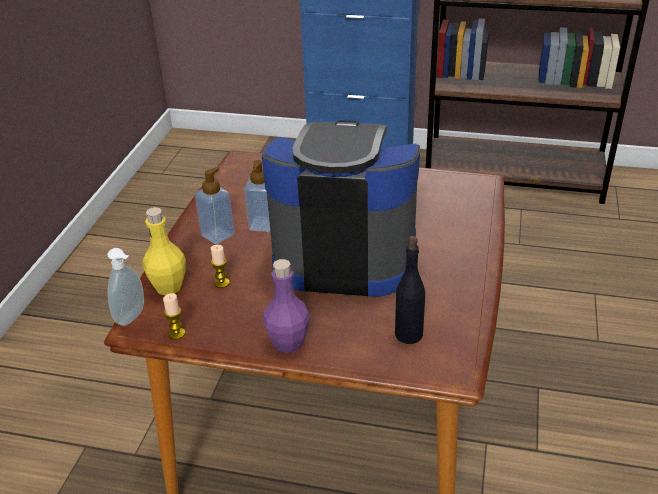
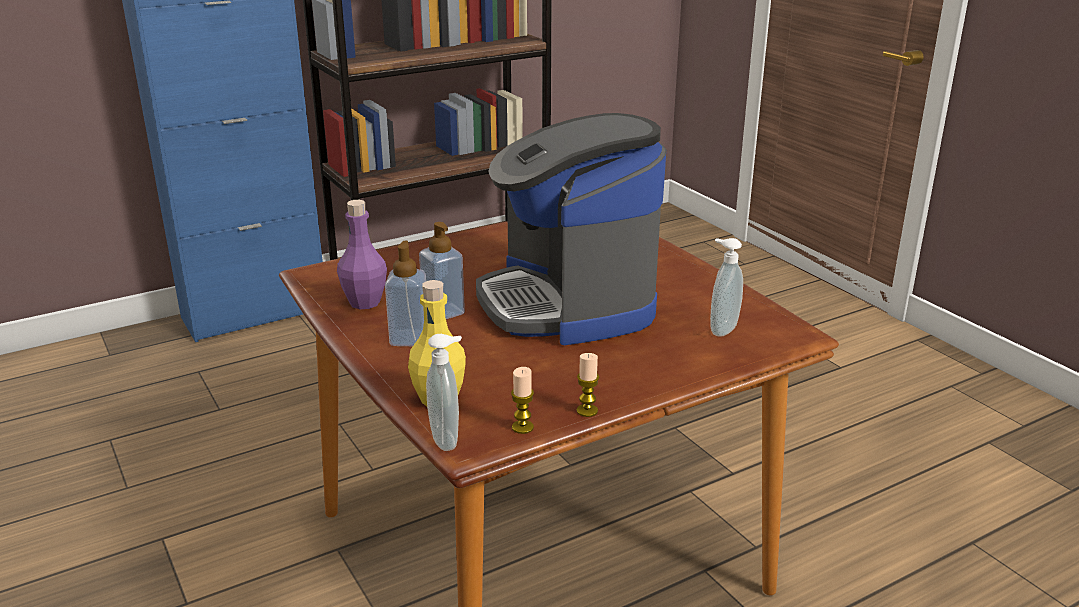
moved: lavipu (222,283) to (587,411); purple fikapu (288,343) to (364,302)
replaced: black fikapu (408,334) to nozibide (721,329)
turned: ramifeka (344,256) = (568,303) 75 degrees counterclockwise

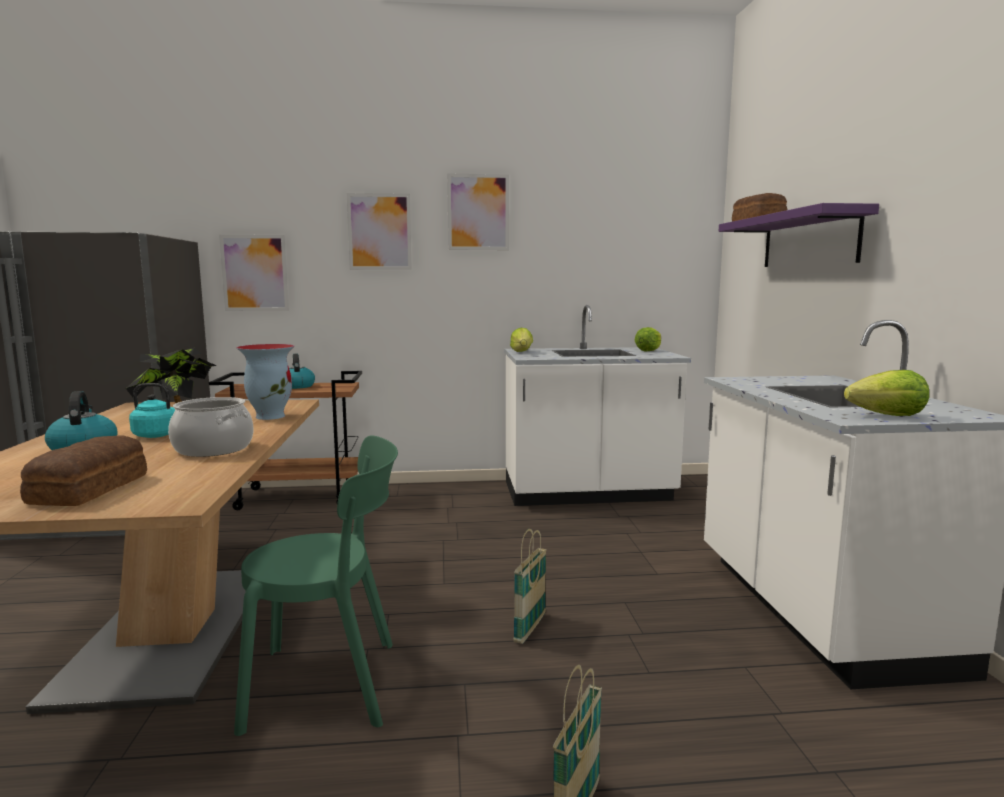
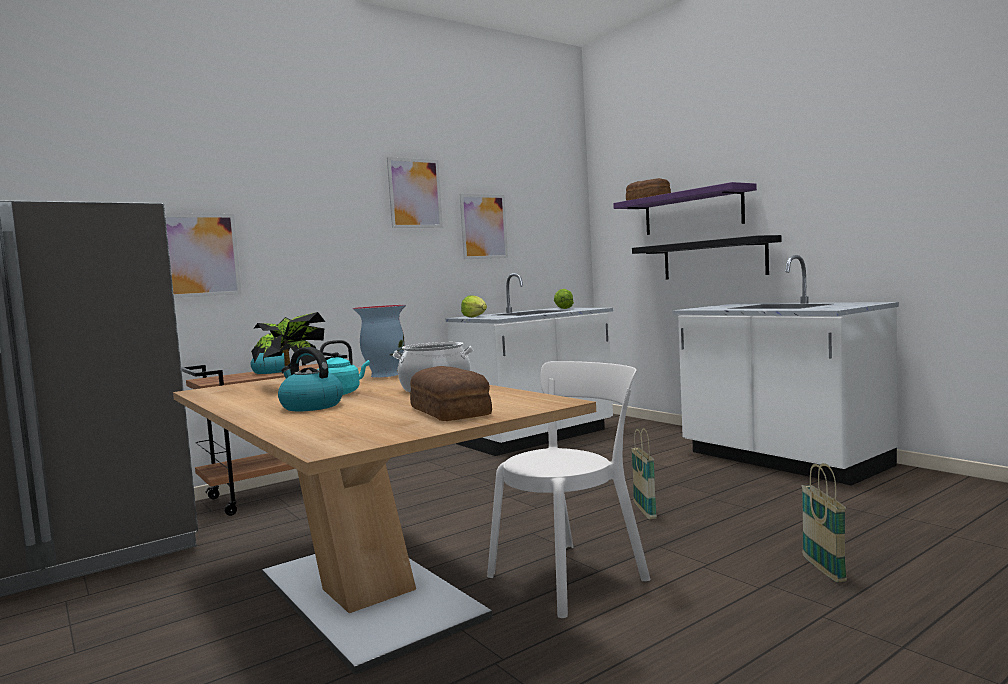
removed: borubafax (888,416)
added: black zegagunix (713,259)
moved: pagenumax (379,232) to (483,226)
recoloured: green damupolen (331,684) to white damupolen (572,575)

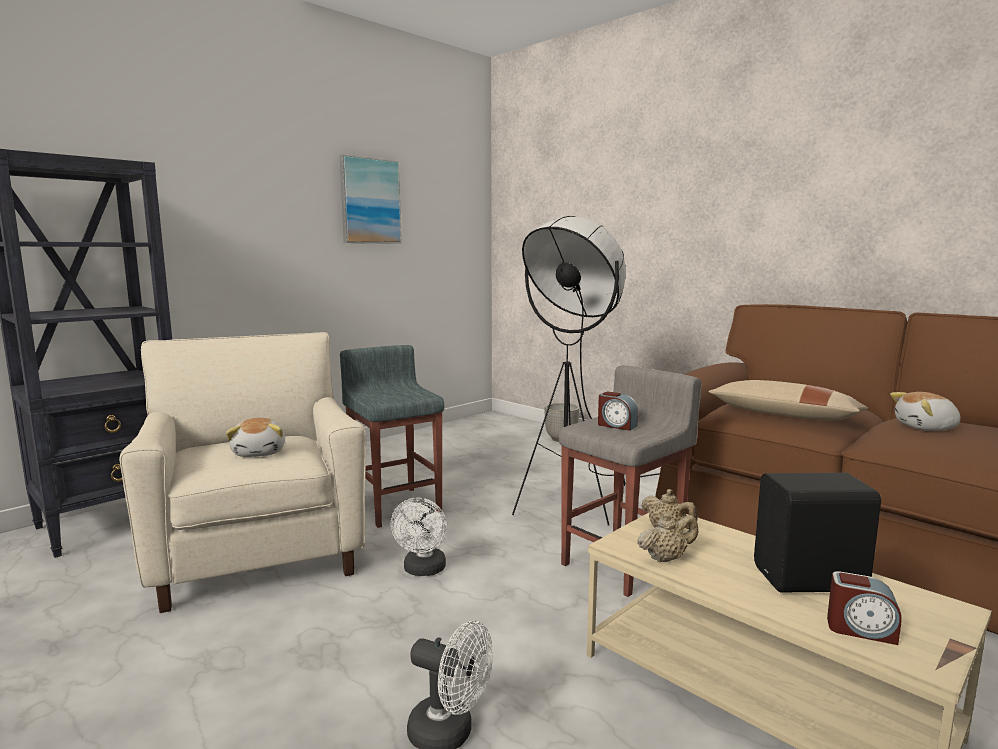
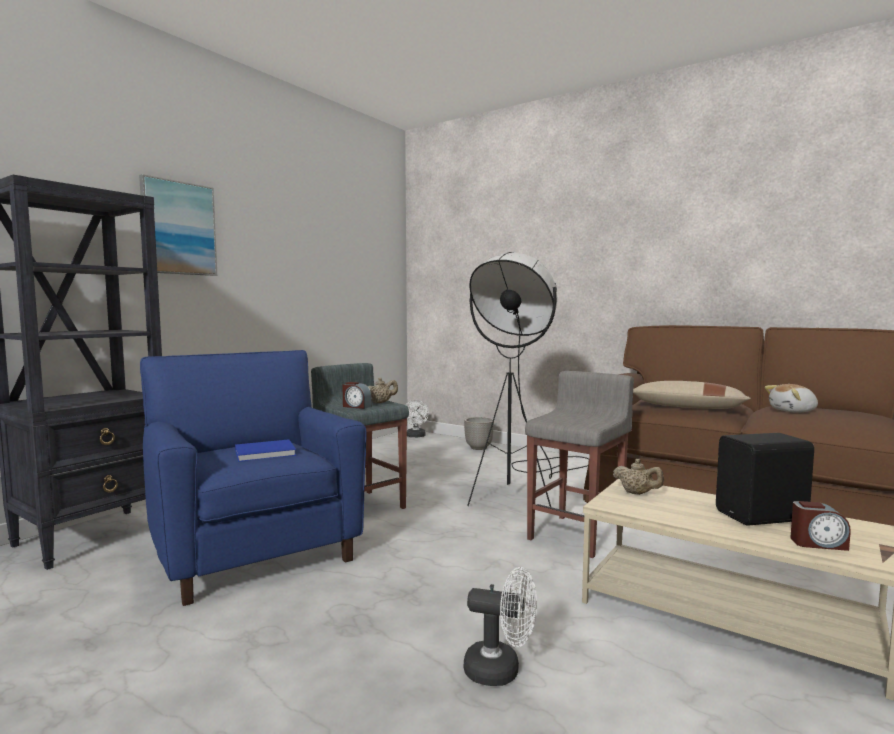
moved: pagenumax (370,201) to (178,228); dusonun (616,425) to (356,406); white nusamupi (423,570) to (416,436); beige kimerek (666,558) to (381,402)
replaced: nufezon (260,452) to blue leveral (267,453)
recoloured: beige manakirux (259,553) to blue manakirux (254,550)

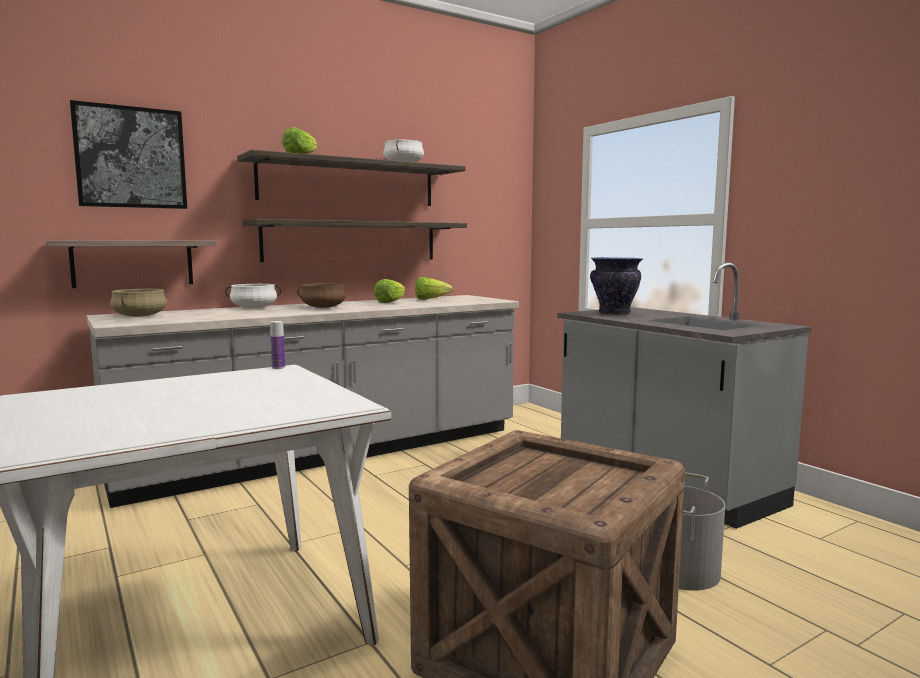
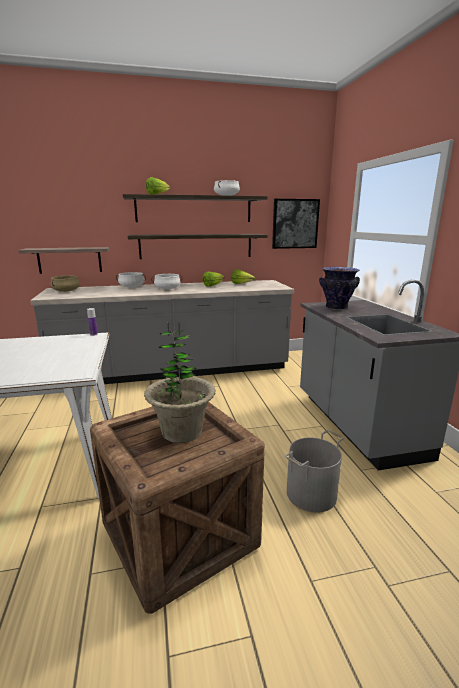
added: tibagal (182,431)
moved: pagenumax (130,158) to (295,224)
recoloured: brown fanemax (323,307) to white fanemax (167,288)

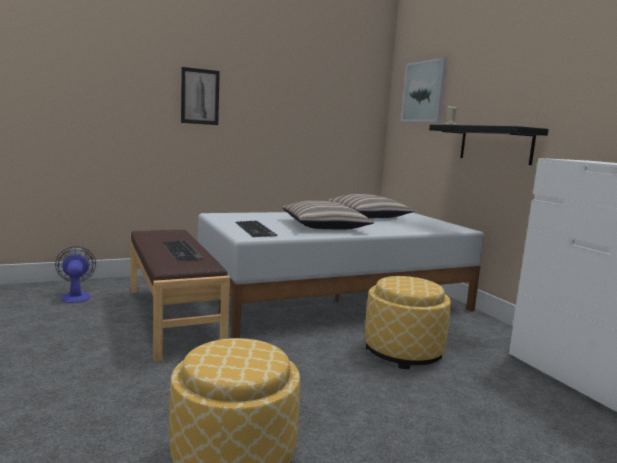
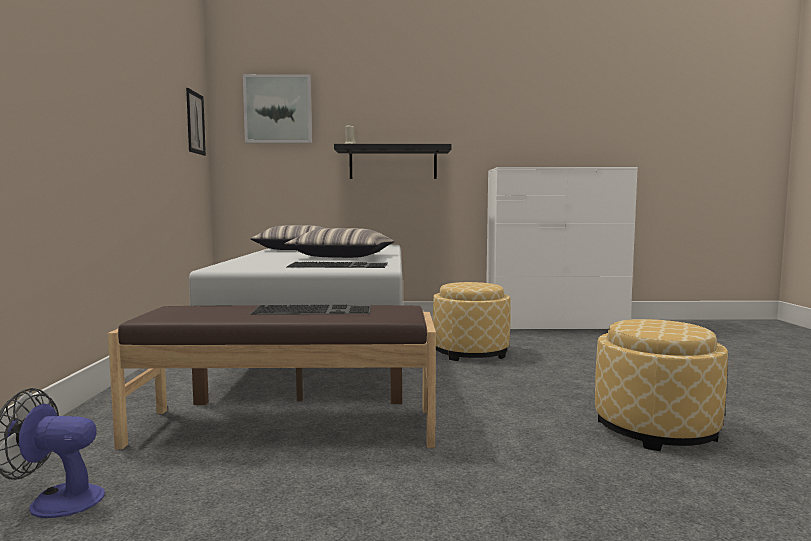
moved: pagenumax (200,96) to (195,123)

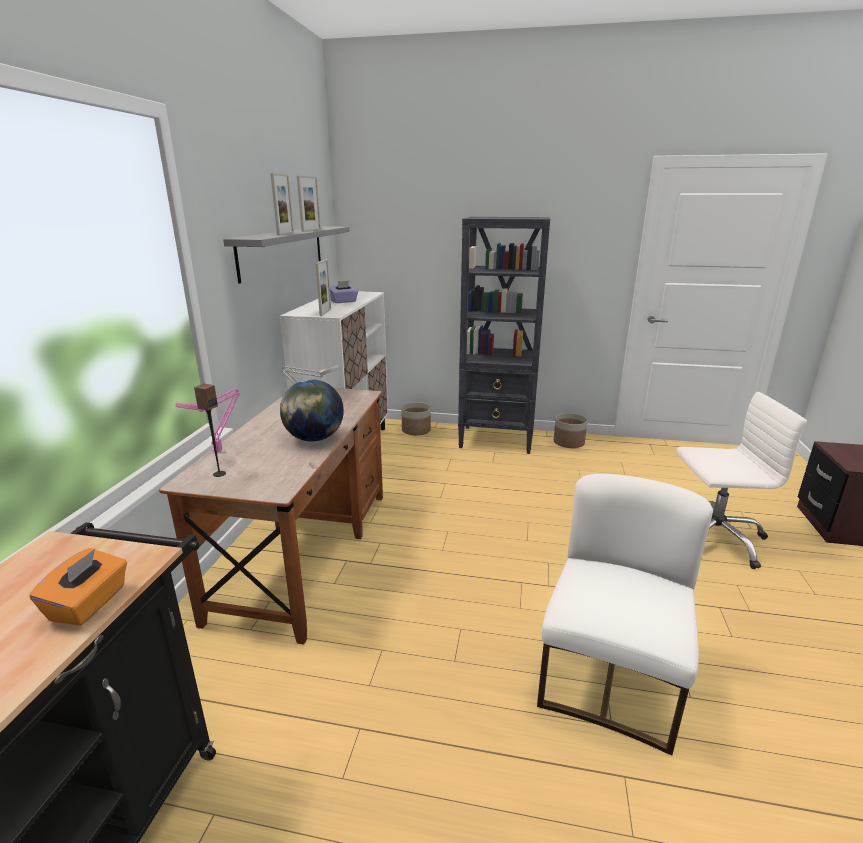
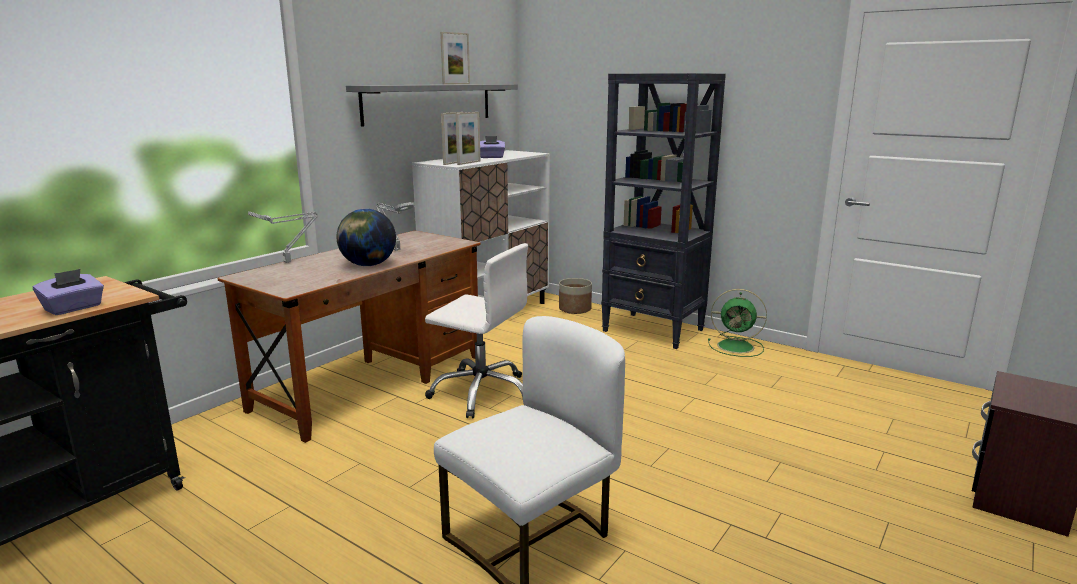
removed: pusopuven (219,474)
moved: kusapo (285,234) to (469,163); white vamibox (712,537) to (482,392)
replaced: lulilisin (569,442) to green nusamupi (737,347)
recoloured: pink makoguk (219,450) to grey makoguk (289,262); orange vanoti (89,604) to purple vanoti (74,308)

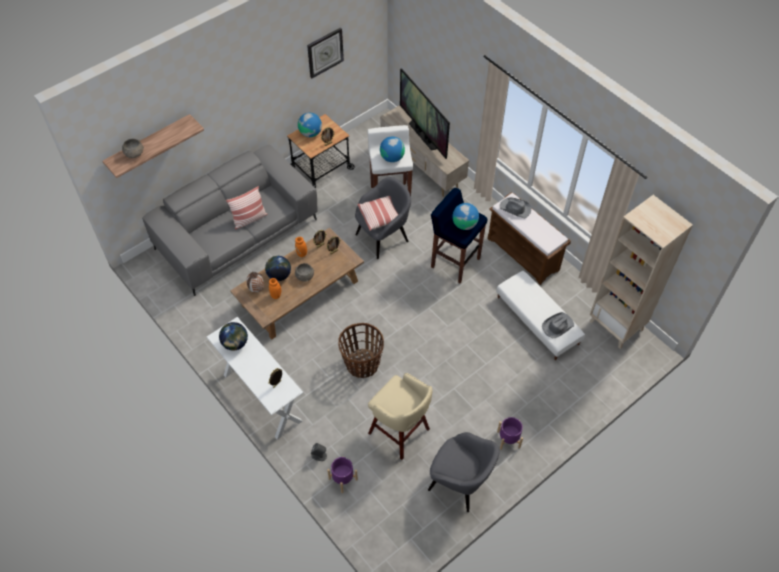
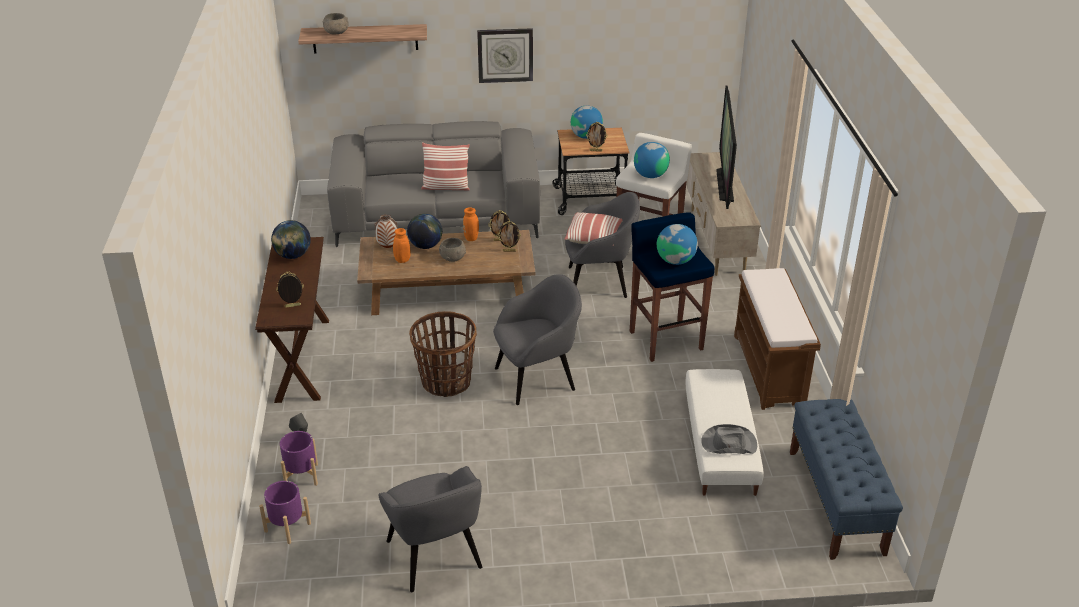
removed: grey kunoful (515,209); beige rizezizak (400,432)
added: grey manakirux (537,378)
moved: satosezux (325,52) to (505,55); purple lulilisin (508,439) to (287,527)
replaced: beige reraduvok (616,326) to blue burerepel (836,502)
recoloured: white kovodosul (262,397) to brown kovodosul (303,359)

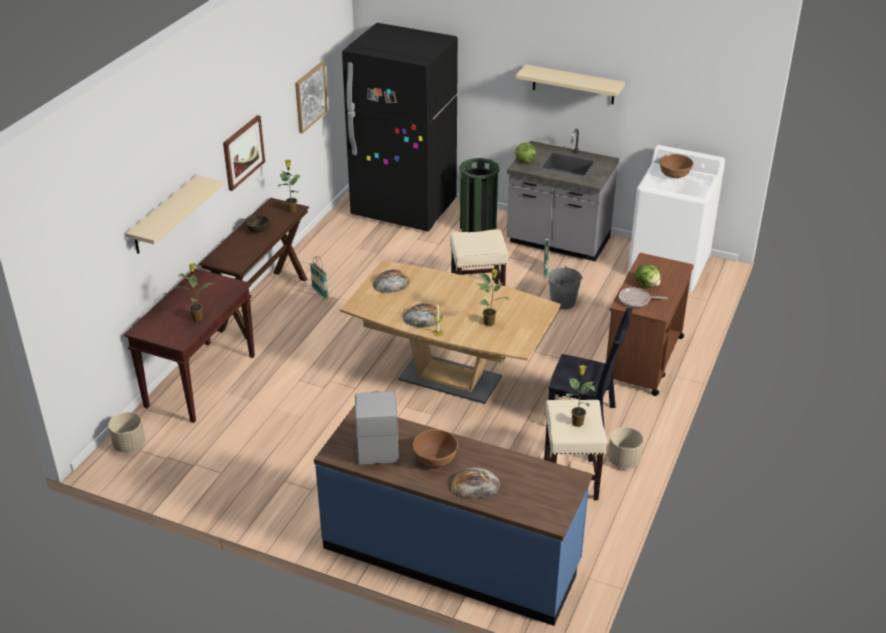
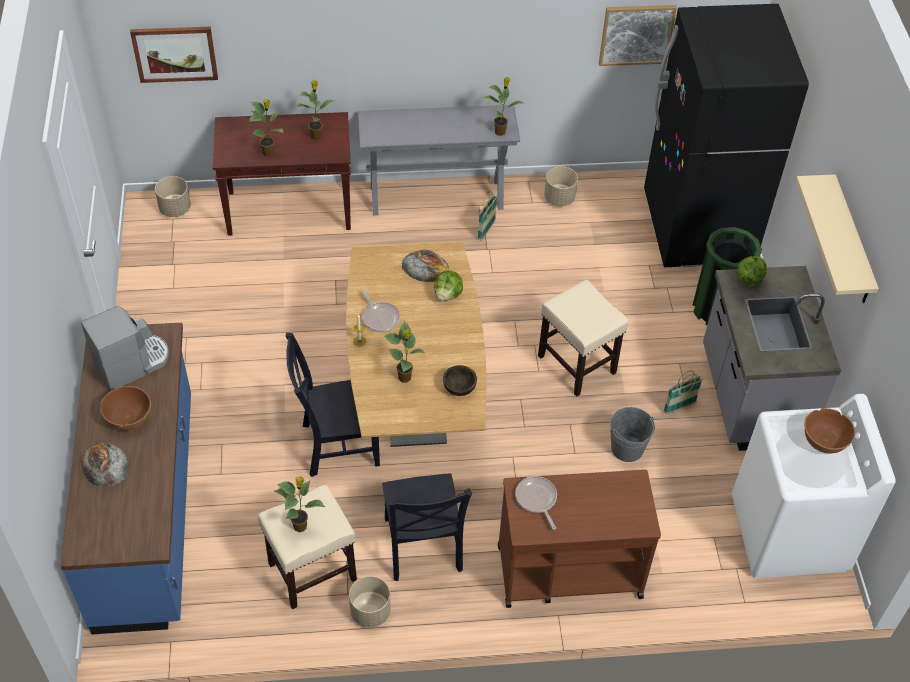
removed: beige zegagunix (164,215)
added: tibagal (316,135); beige lulilisin (559,198); black damupolen (336,445)
moved: pagenumax (243,152) to (175,53); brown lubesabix (258,230) to (459,388); borubafax (647,285) to (448,295)
replaced: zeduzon (423,317) to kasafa (380,317)
recoloured: brown kovodosul (263,304) to grey kovodosul (437,197)

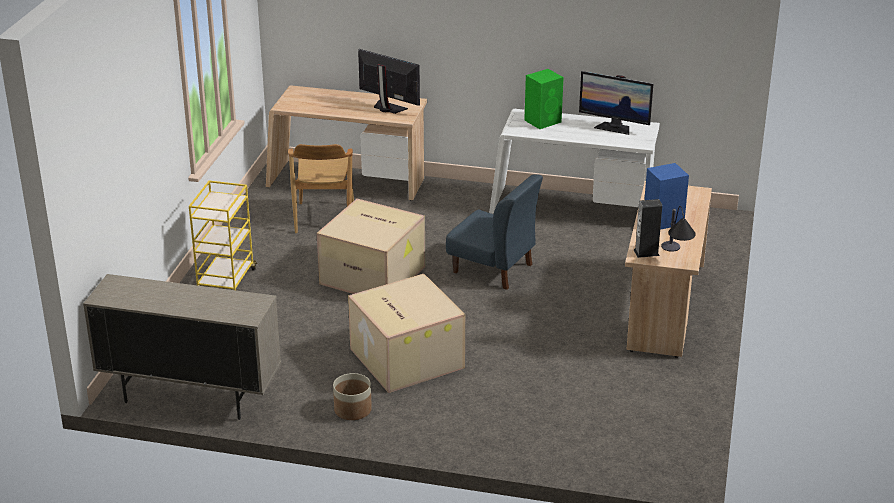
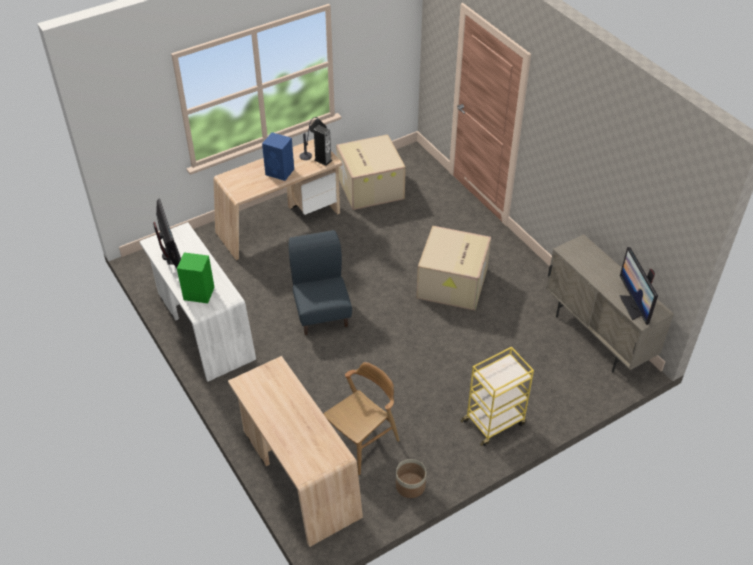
moved: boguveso (388,108) to (633,306); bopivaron (374,274) to (369,187); lulilisin (353,410) to (410,486)

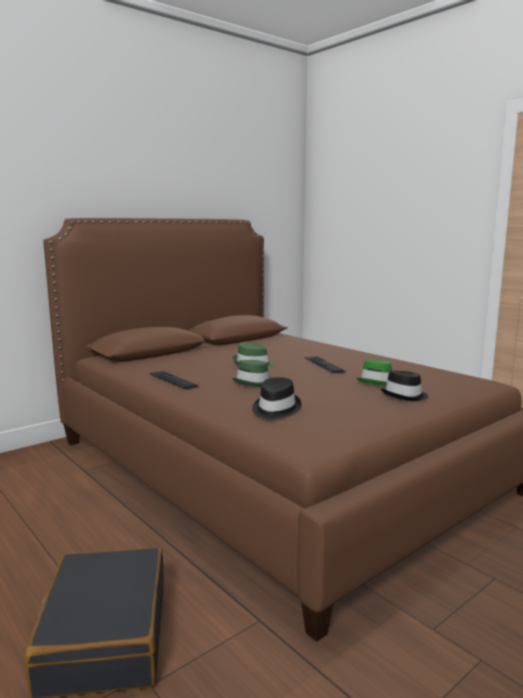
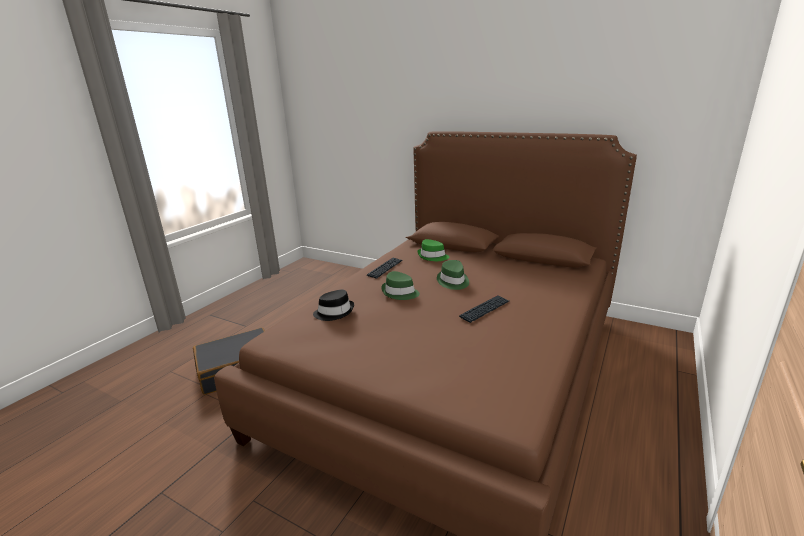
removed: black kunoful (405,396)
moved: green kunoful (378,382) to (432,256)

